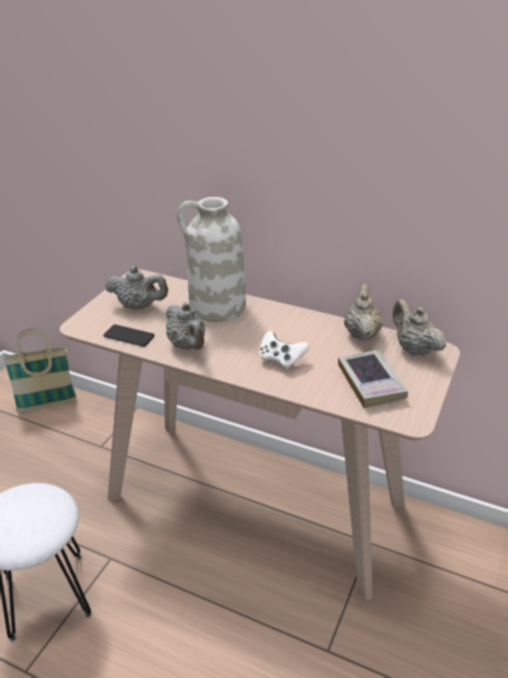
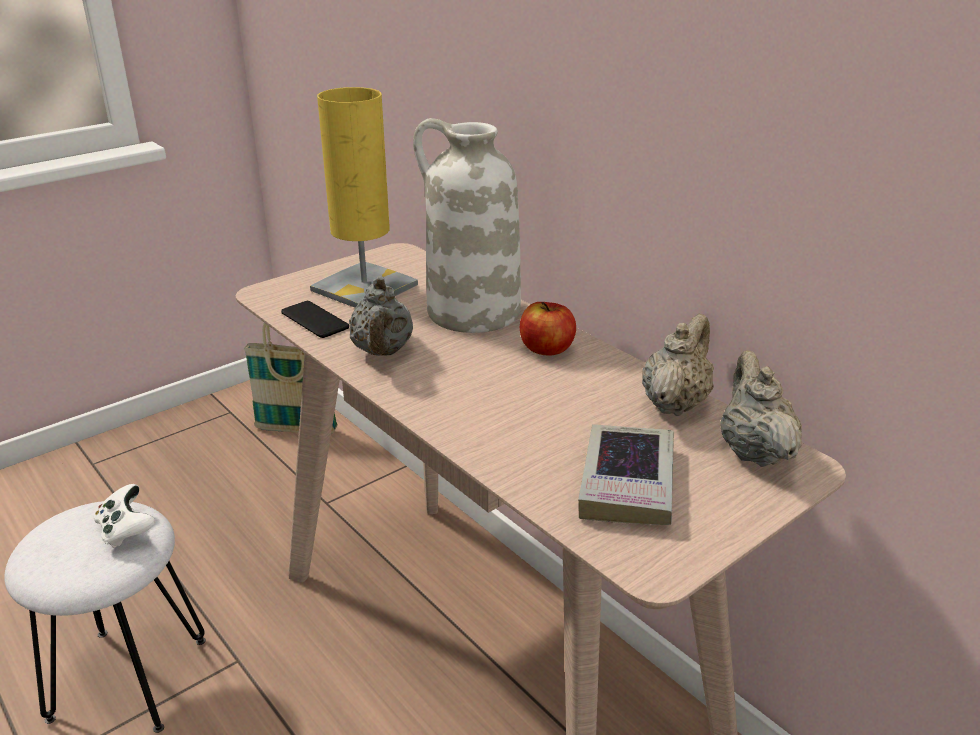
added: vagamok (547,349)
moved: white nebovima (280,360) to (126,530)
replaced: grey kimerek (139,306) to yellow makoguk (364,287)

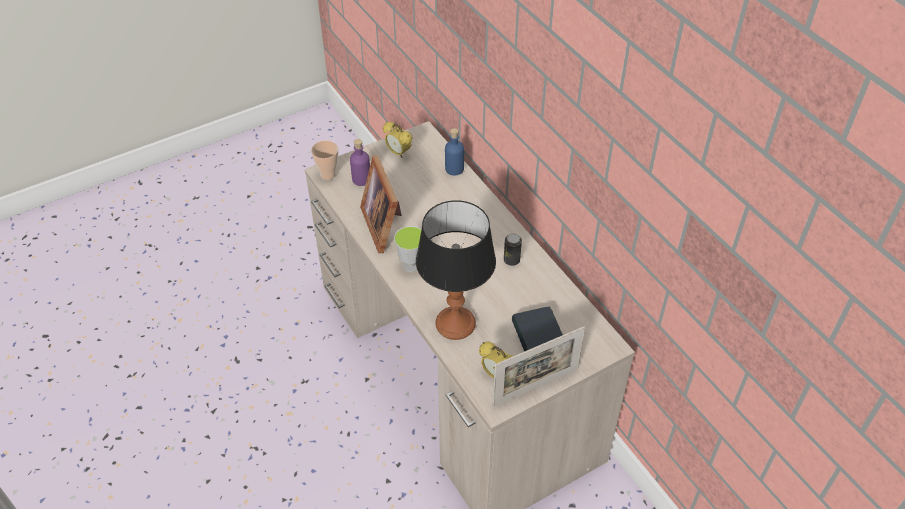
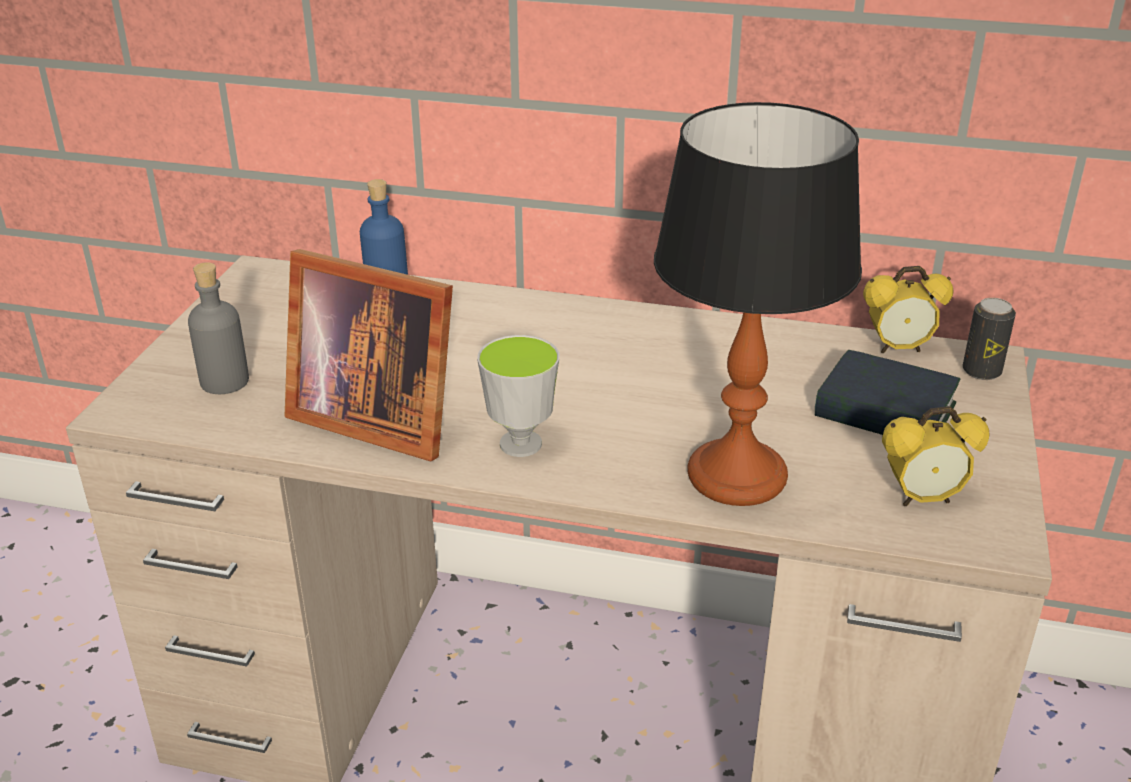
removed: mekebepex (328,174); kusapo (535,387)
moved: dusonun (398,153) to (898,349); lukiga (511,260) to (981,371)
recoloured: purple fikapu (361,179) to grey fikapu (225,381)

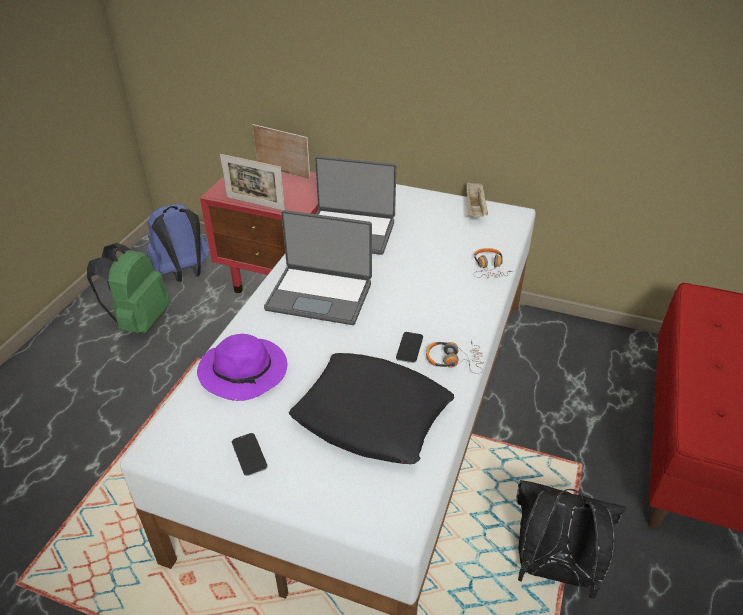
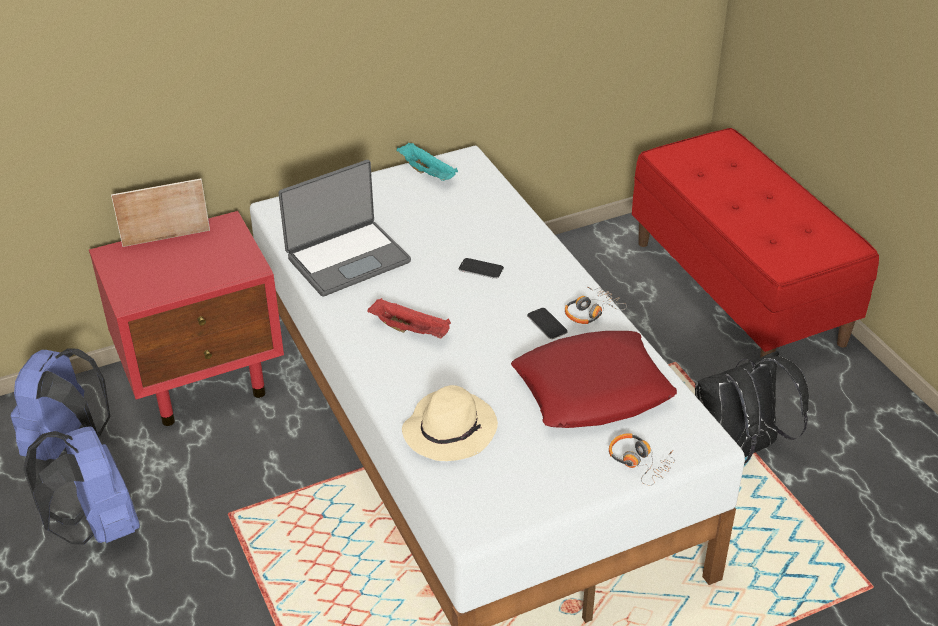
removed: kusapo (255,203)
moved: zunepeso (489,268) to (639,462); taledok (249,455) to (481,269)
replaced: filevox (320,295) to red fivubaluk (411,330)
recoloured: beige fivubaluk (475,209) to turquoise fivubaluk (428,173); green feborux (139,320) to blue feborux (98,526); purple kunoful (245,372) to beige kunoful (450,429); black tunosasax (372,415) to red tunosasax (592,389)

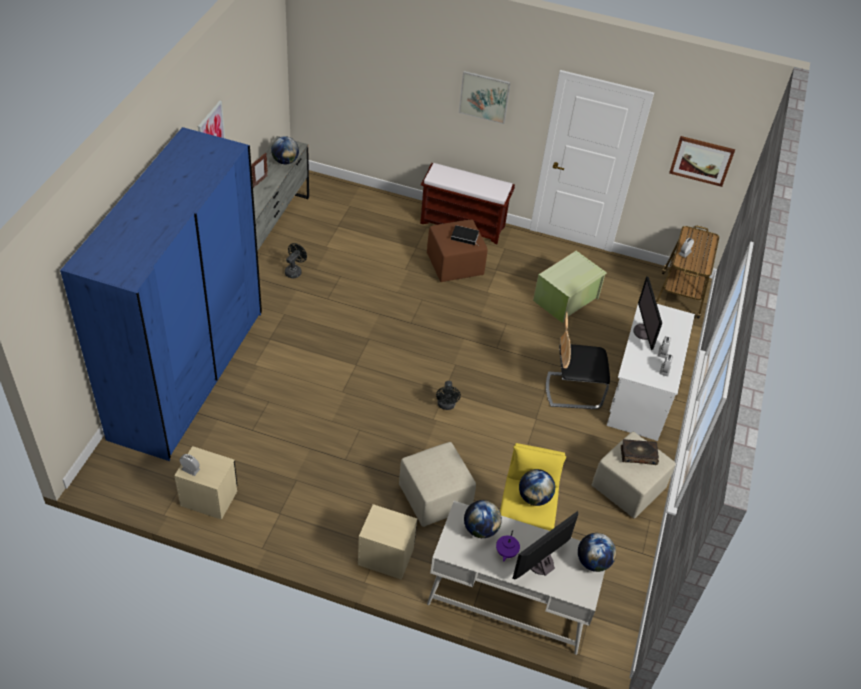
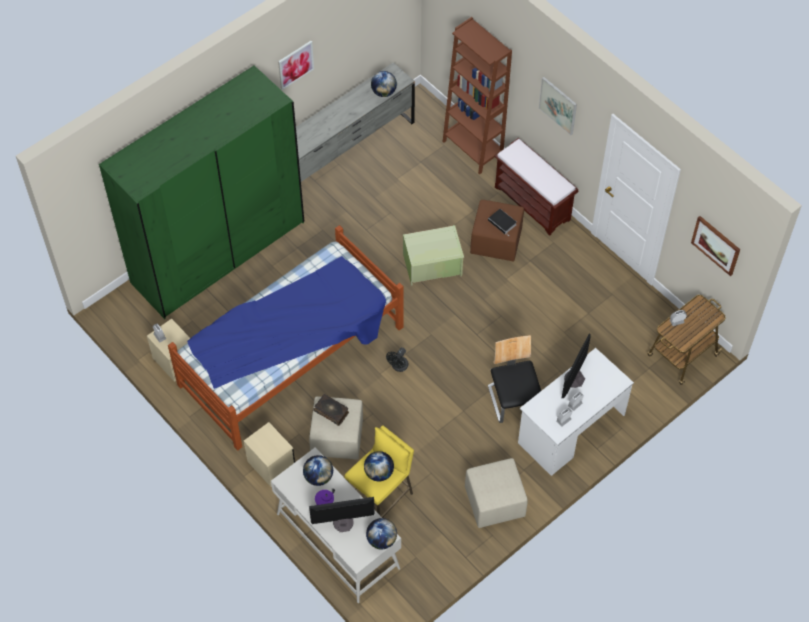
removed: kusapo (260,182); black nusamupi (294,271)
added: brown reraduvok (472,149); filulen (292,356)
moved: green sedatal (567,300) to (433,266); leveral (638,455) to (331,412)
recoloured: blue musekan (188,373) to green musekan (218,252)
turned: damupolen (573,390) = (513,400) 45 degrees clockwise

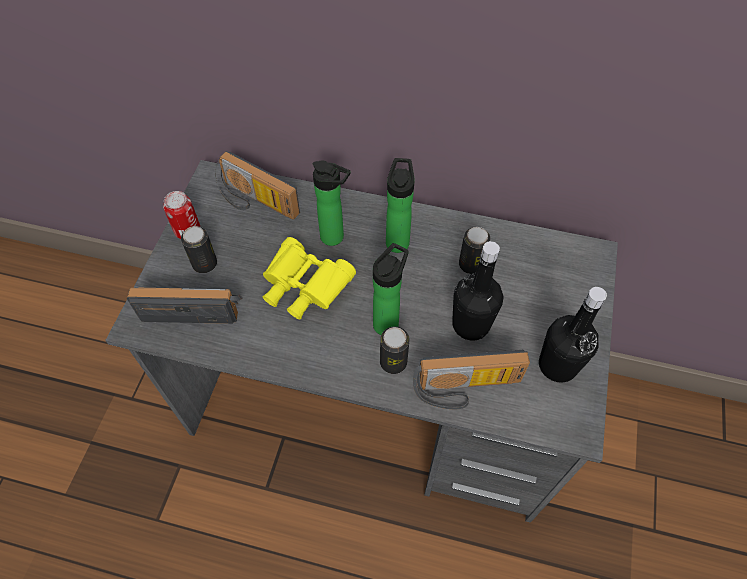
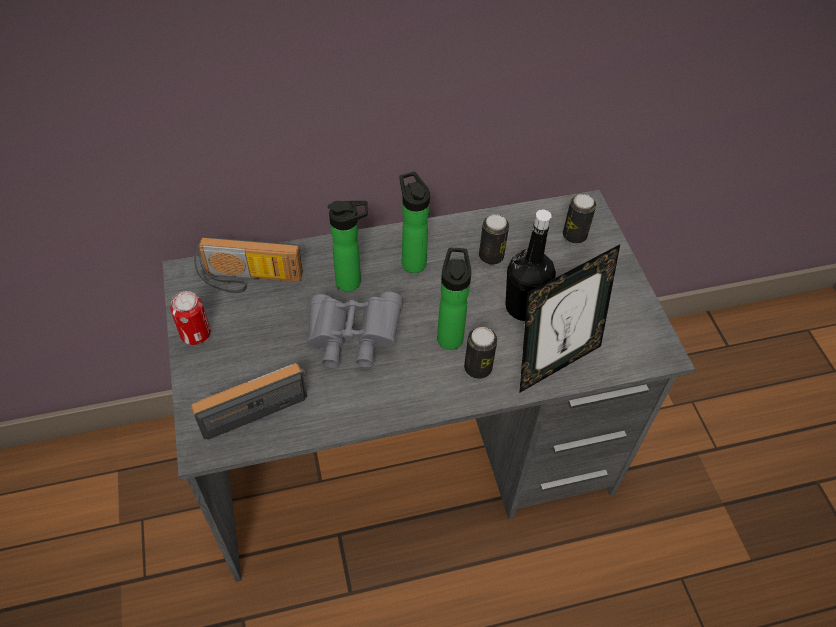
removed: black fikapu (557,365)
moved: lukiga (205,264) to (574,235)
replaced: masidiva (467,390) to kusapo (555,362)
recoloured: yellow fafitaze (304,288) to grey fafitaze (352,339)

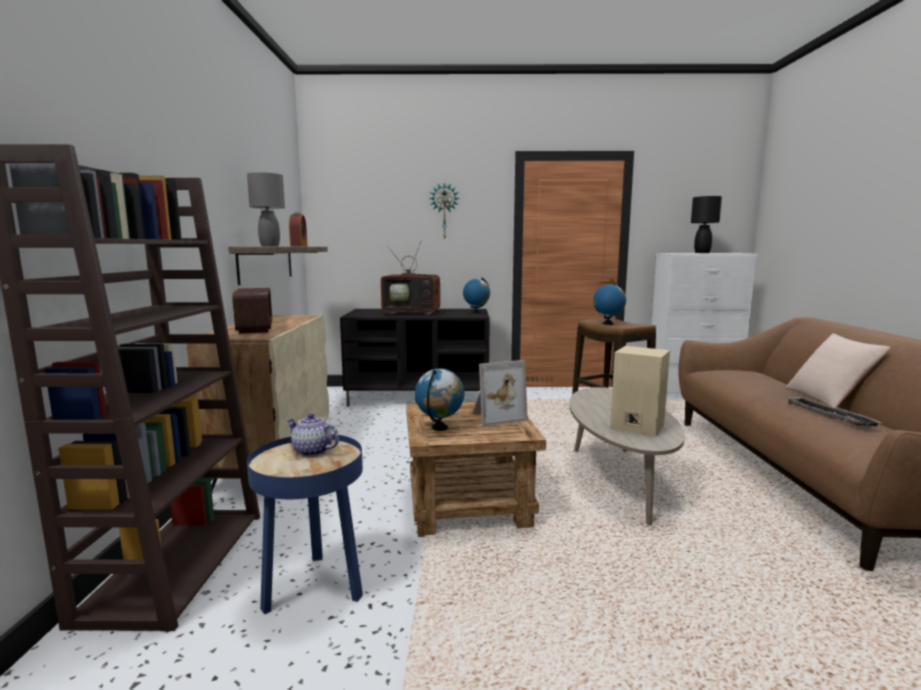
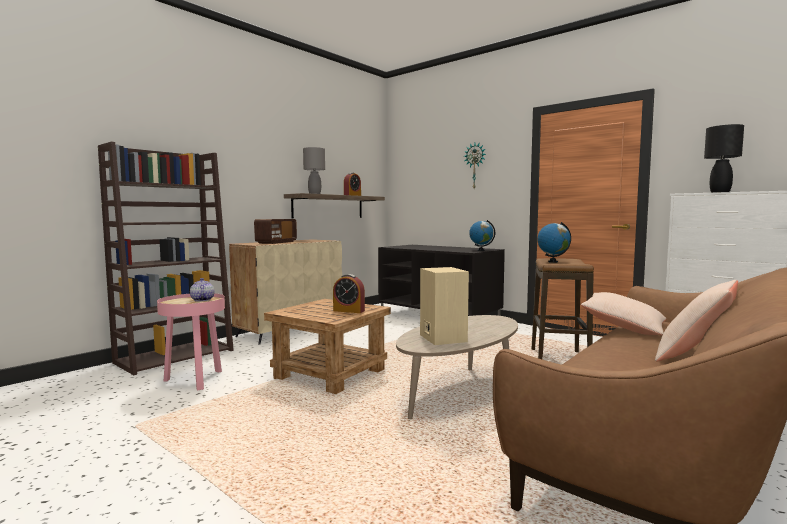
removed: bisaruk (414,313); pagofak (440,428); fivubaluk (828,416)
added: beige tunosasax (624,327)
replaced: kusapo (496,416) to dusonun (349,311)
recoloured: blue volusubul (314,588) to pink volusubul (195,380)

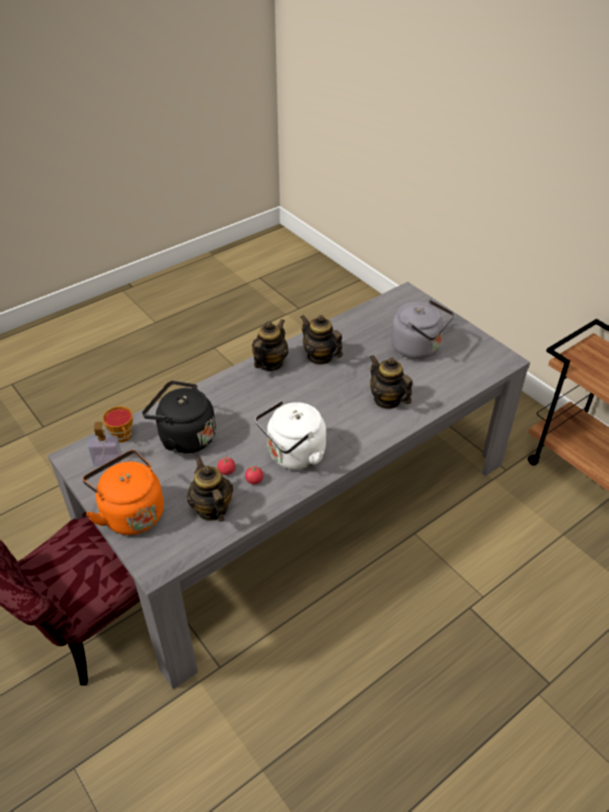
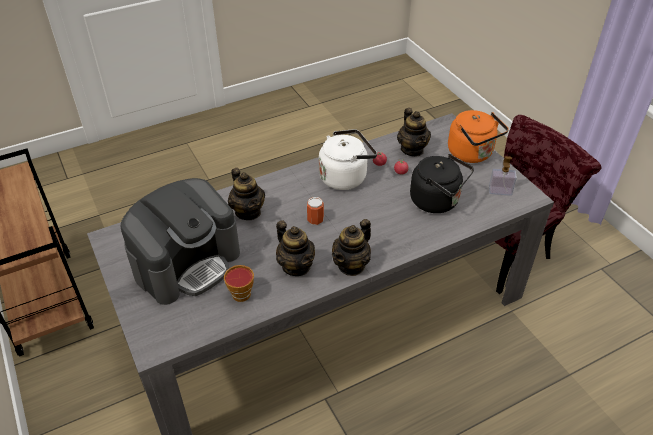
added: lukiga (315,220)
moved: mekebepex (123,437) to (240,292)
replaced: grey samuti (418,348) to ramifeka (187,263)

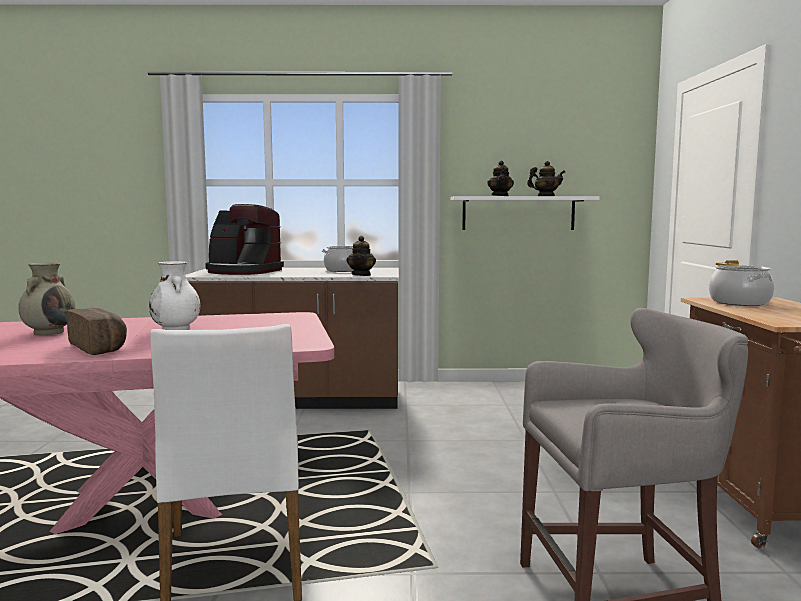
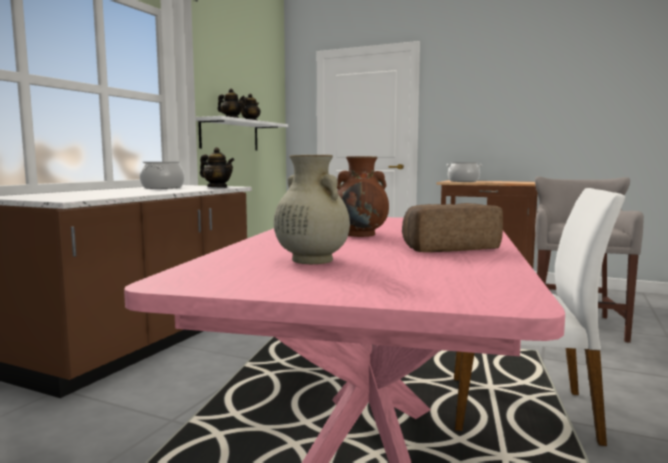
removed: ramifeka (242,271)
recoloured: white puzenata (176,329) to brown puzenata (361,234)

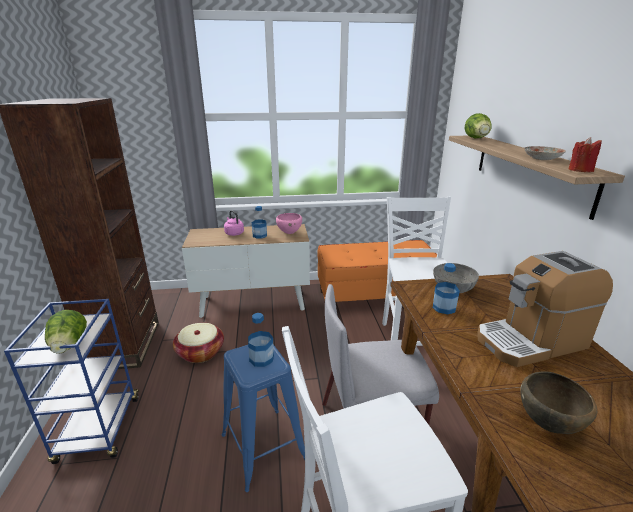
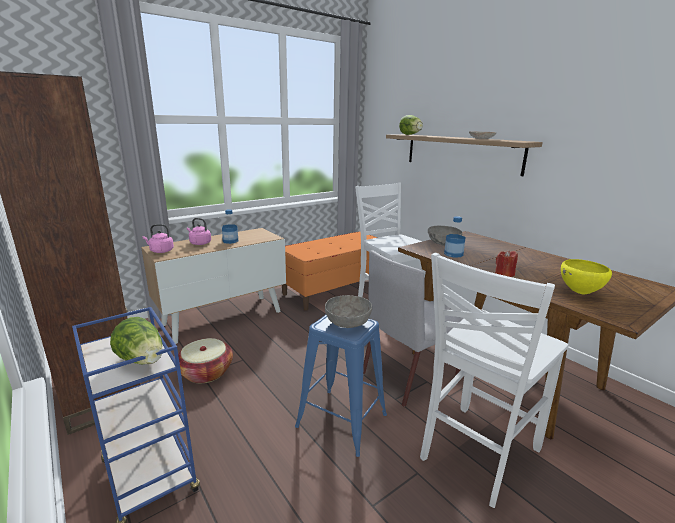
removed: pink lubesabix (289,233); ramifeka (530,341)
added: pink samuti (160,251)
moved: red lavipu (580,170) to (504,274)
replaced: fikapu (261,358) to grey lubesabix (347,322)
recoloured: brown lubesabix (548,425) to yellow lubesabix (580,292)

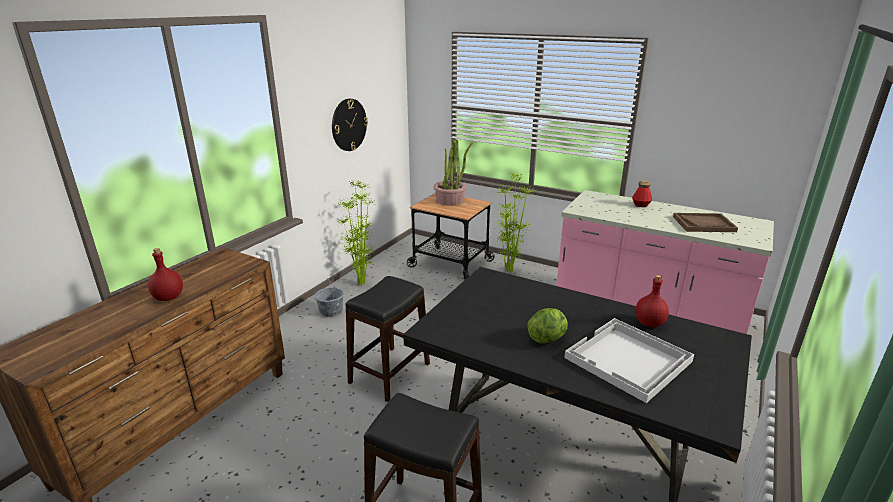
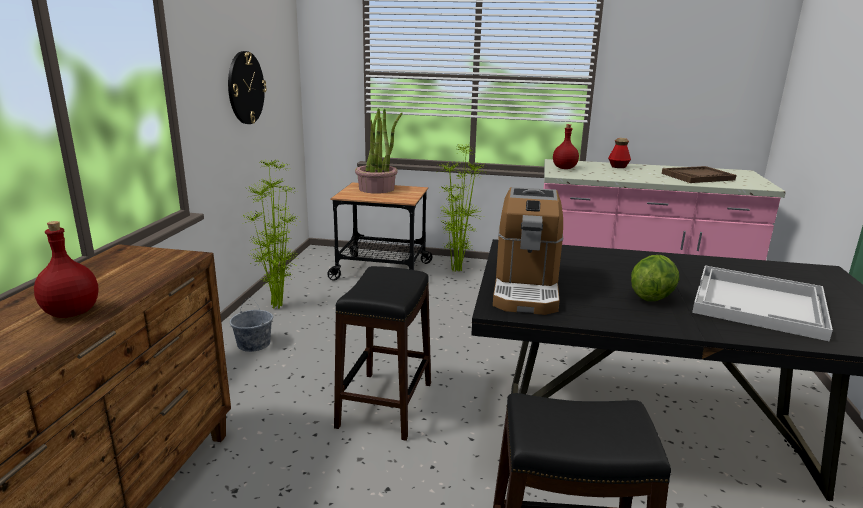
added: ramifeka (526,289)
moved: red fikapu (648,323) to (564,168)

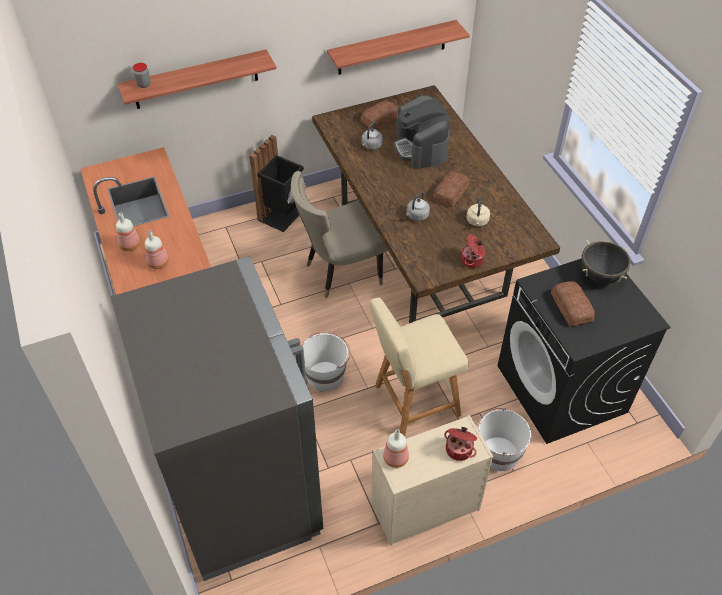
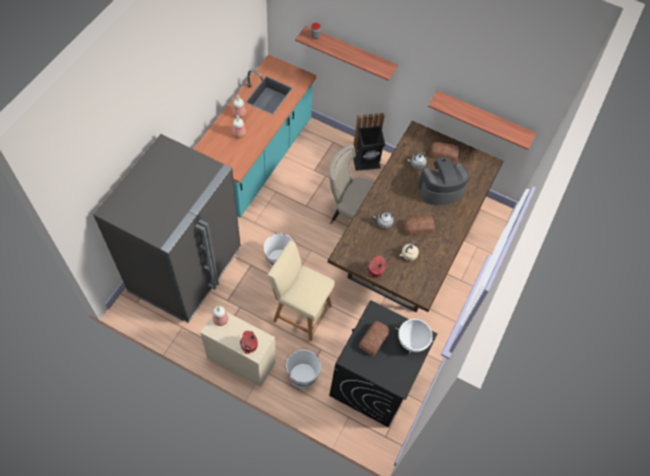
recoloured: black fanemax (600,276) to white fanemax (412,341)
turned: ramifeka (421,148) = (440,189) 45 degrees clockwise

